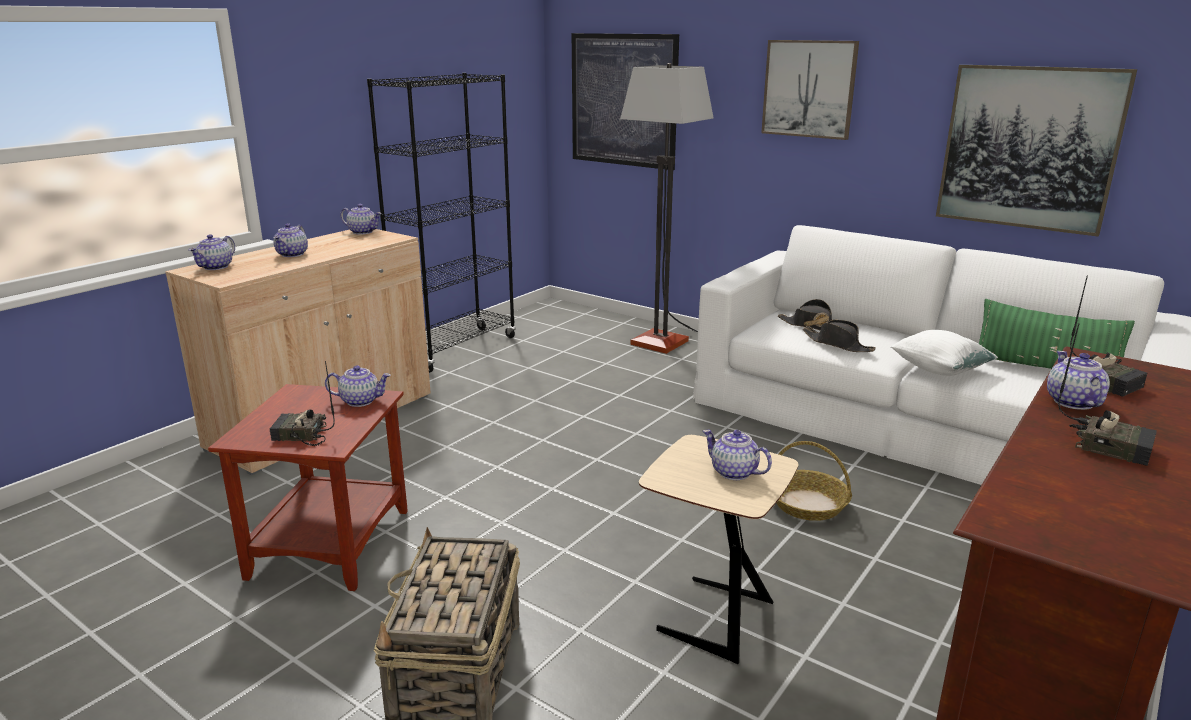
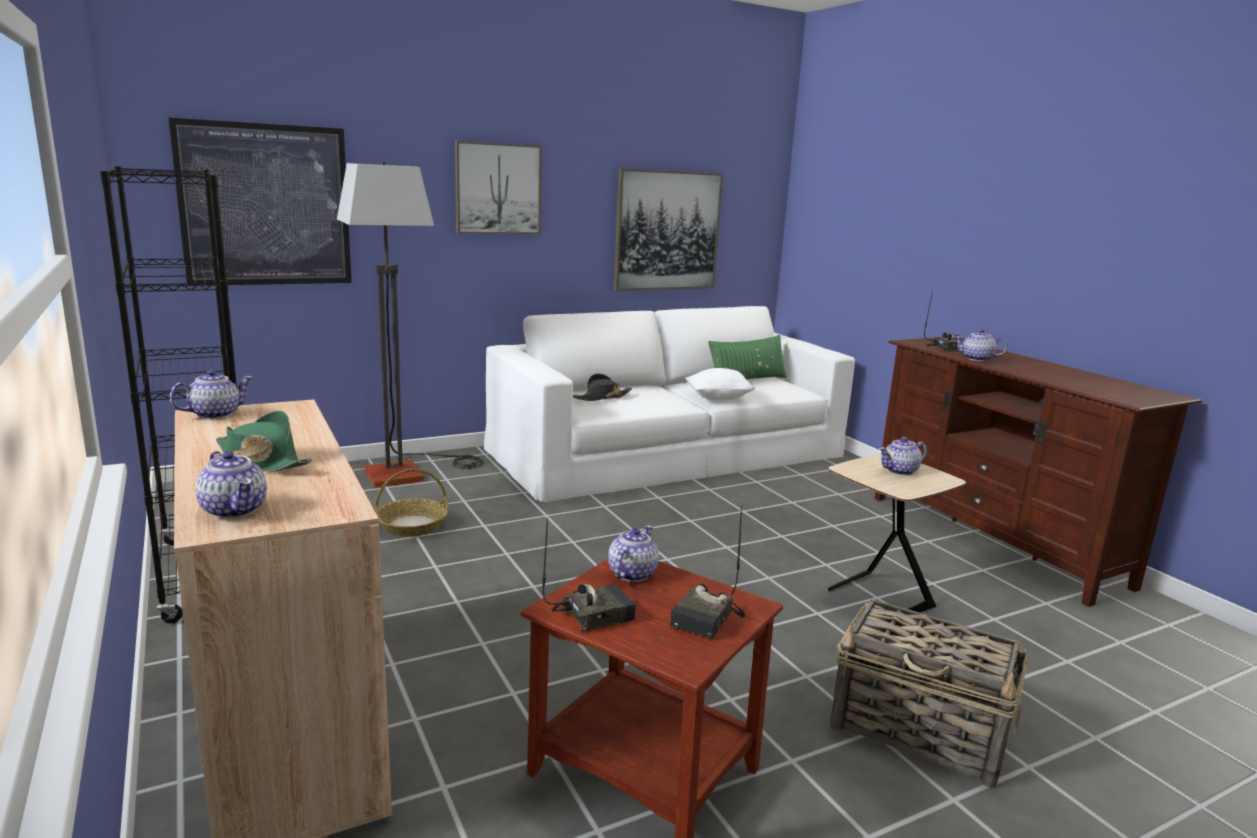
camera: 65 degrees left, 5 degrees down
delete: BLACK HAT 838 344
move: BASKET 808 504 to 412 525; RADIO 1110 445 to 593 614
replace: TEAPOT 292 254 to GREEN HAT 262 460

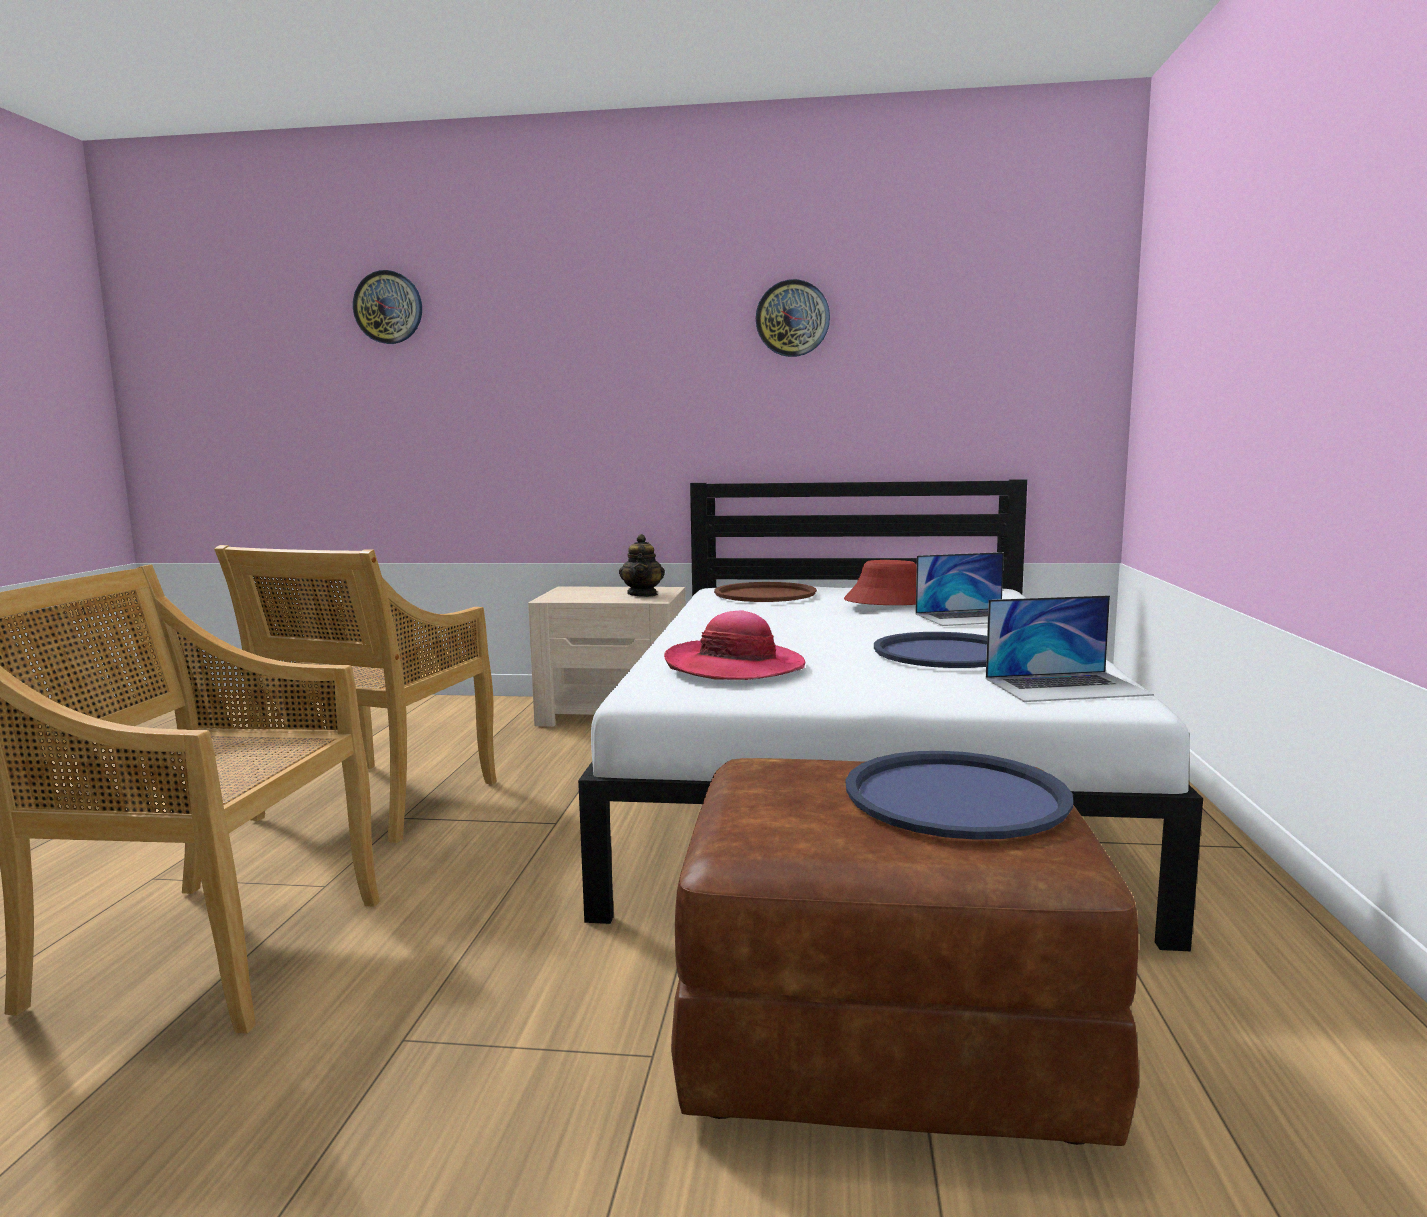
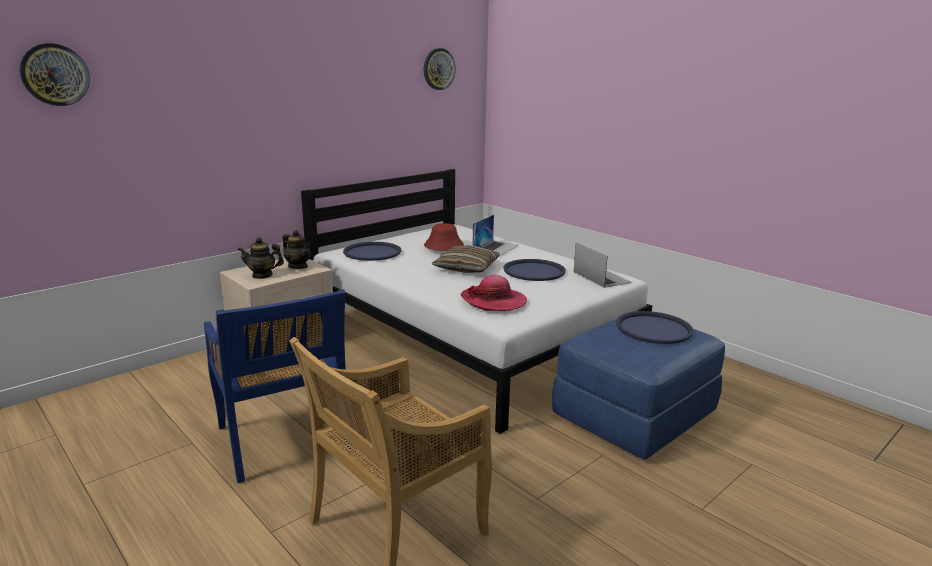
camera: 50 degrees left, 10 degrees up
insert: TEAPOT 262 275; PILLOW 467 268
move: WALL CLOCK 792 318 to 438 69
recolor: BEIGE CHAIR 376 802 to BLUE CHAIR 284 440; BROWN OTTOMAN 888 1033 to BLUE OTTOMAN 634 414; BROWN TRAY 765 594 to BLUE TRAY 372 252
rotate: LAPTOP 1066 686 = 601 277 60 degrees counterclockwise

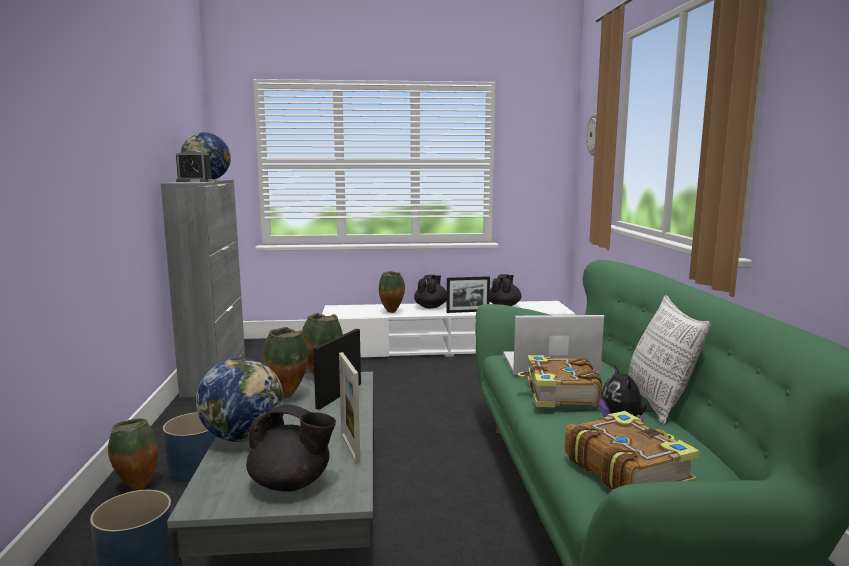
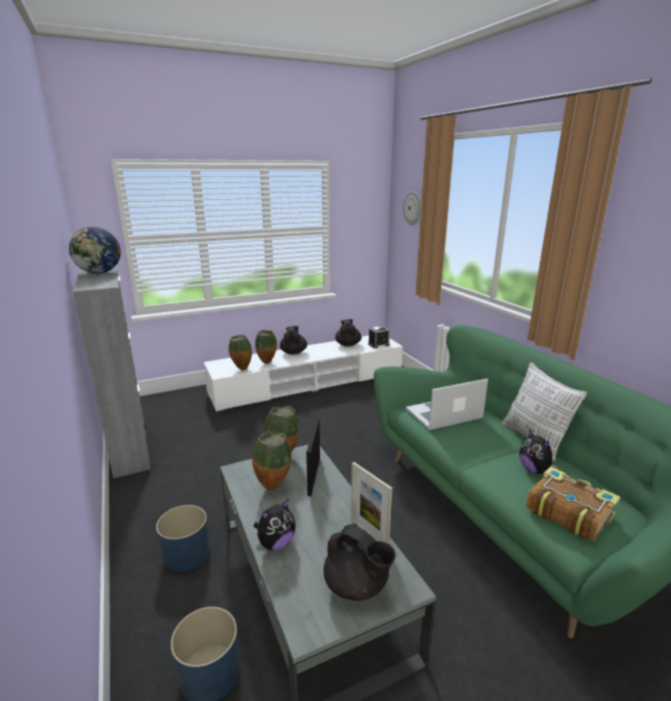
camera: 20 degrees left, 10 degrees up
delete: PICTURE FRAME 467 311; BOOK 559 394
move: VASE 136 487 to 241 369; ALARM CLOCK 195 181 to 378 344
replace: GLOBE 243 437 to PLUSH TOY 276 543
rotate: BLACK TEAPOT 291 484 = 357 586 45 degrees clockwise

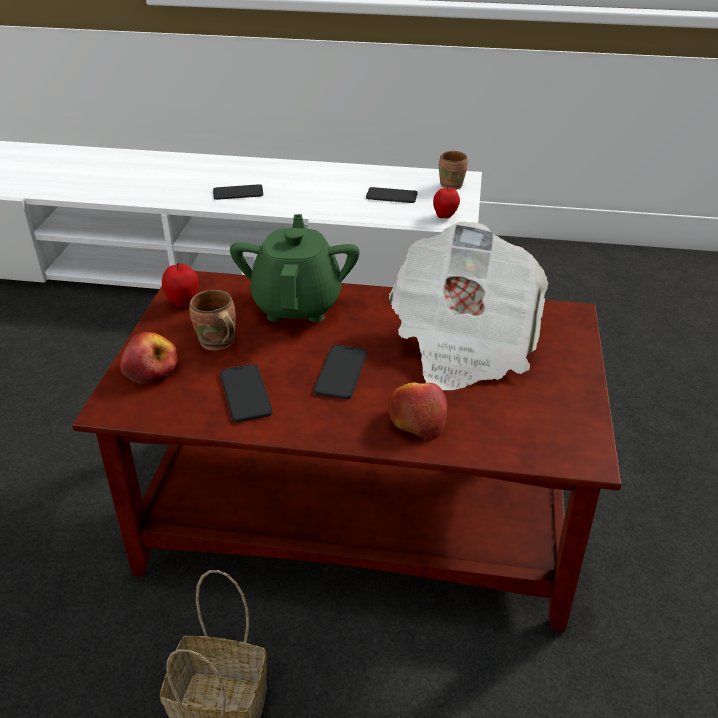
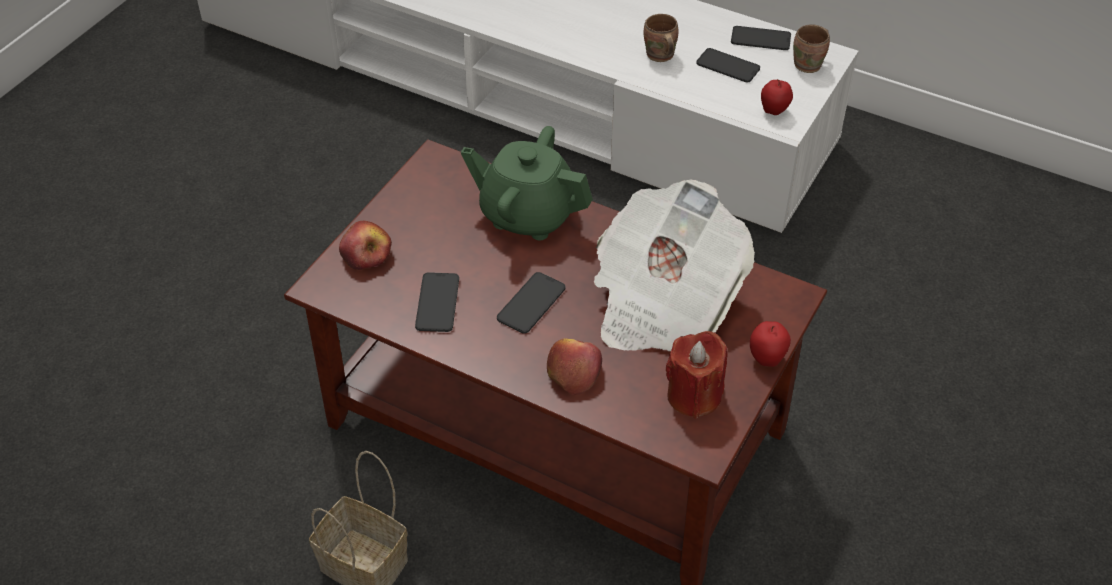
camera: 20 degrees right, 10 degrees up
insert: RED CANDLE 694 395
move: APPLE 183 302 to 766 358; BROWN MUG 217 344 to 659 56; PHONE 238 193 to 760 39
rotate: GREEN TEAPOT 298 304 = 527 214 90 degrees counterclockwise

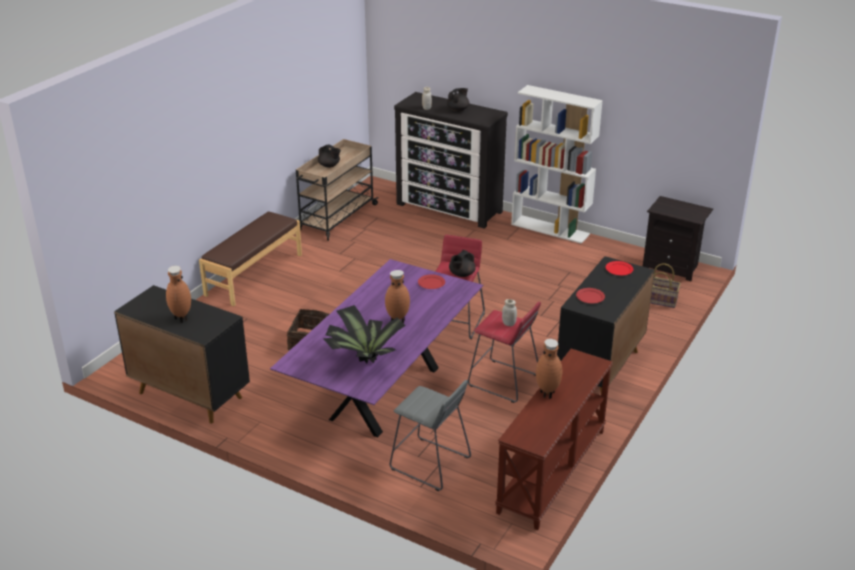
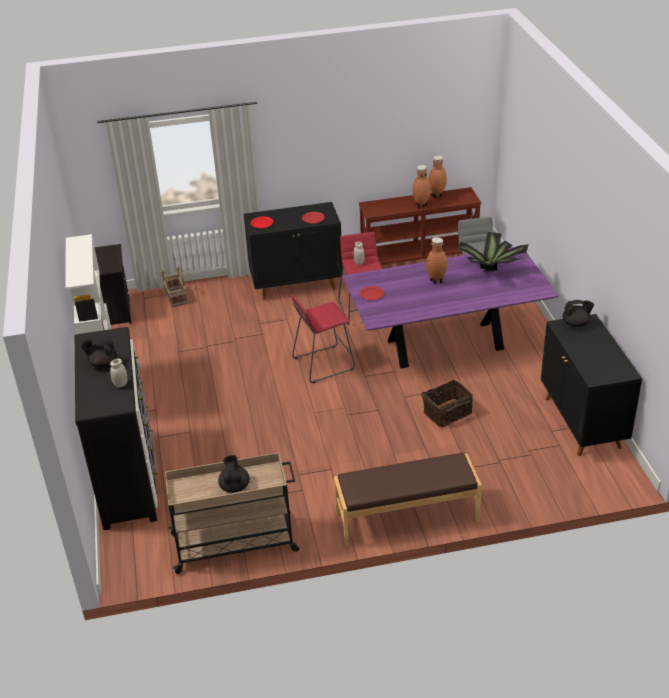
camera: 130 degrees left, 5 degrees up
move: BROWN VASE 181 318 to 437 196; BLACK TEAPOT 461 274 to 576 323

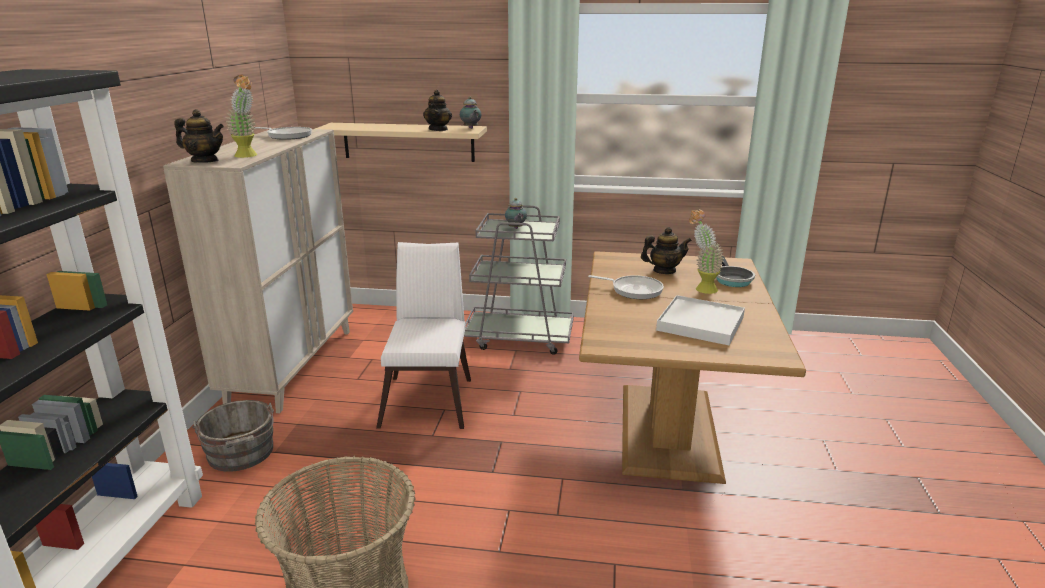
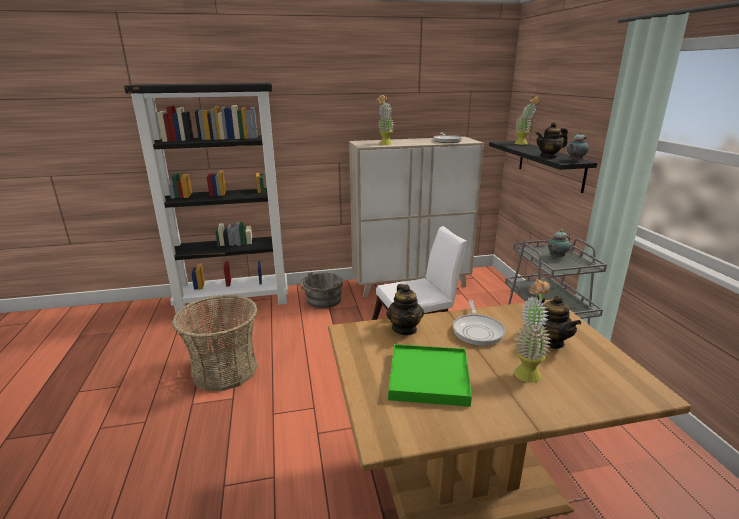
camera: 70 degrees right, 0 degrees up
delete: FRYING PAN 731 279
insert: POTTED PLANT 523 144
move: TEAPOT 205 161 to 405 329
recolor: BEIGE SHELF 408 142 to BLACK SHELF 550 165; WHITE TRAY 700 323 to GREEN TRAY 429 378

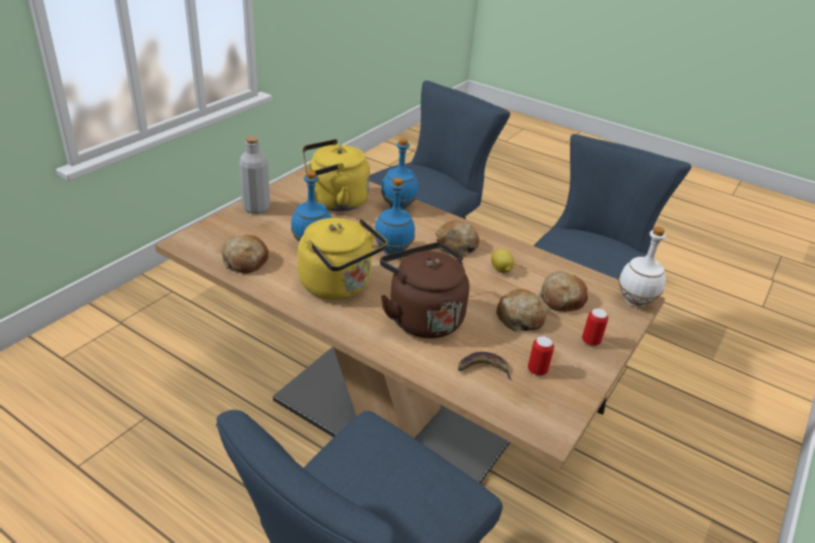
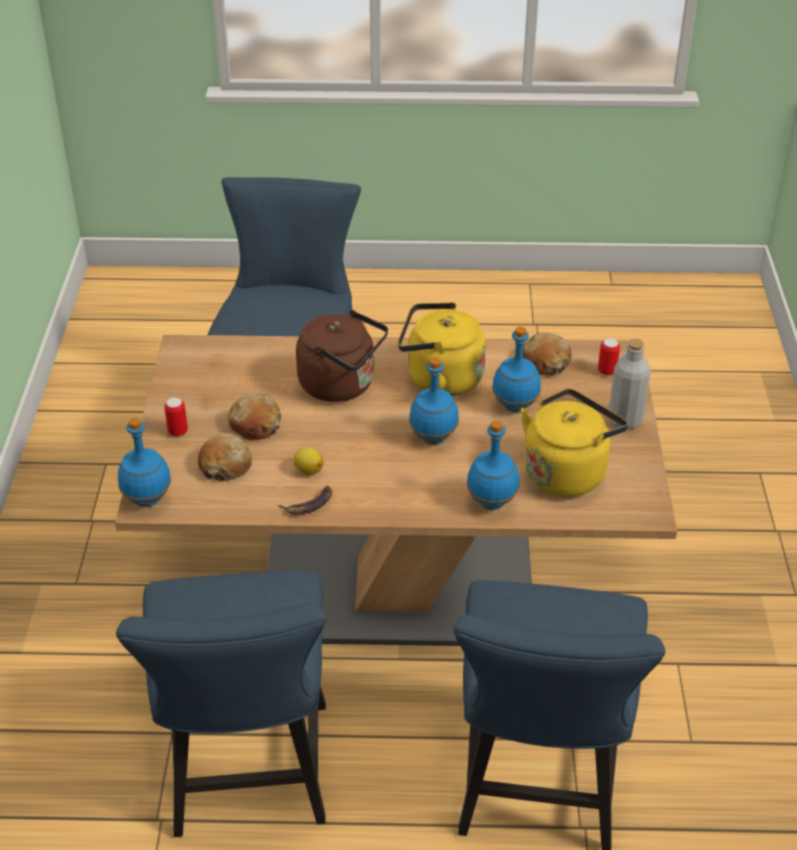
camera: 150 degrees right, 5 degrees up
delete: BREAD 456 245
move: BANANA 483 369 to 309 504; CAN 537 370 to 607 371
recolor: WHITE BOTTLE 635 301 to BLUE BOTTLE 146 500

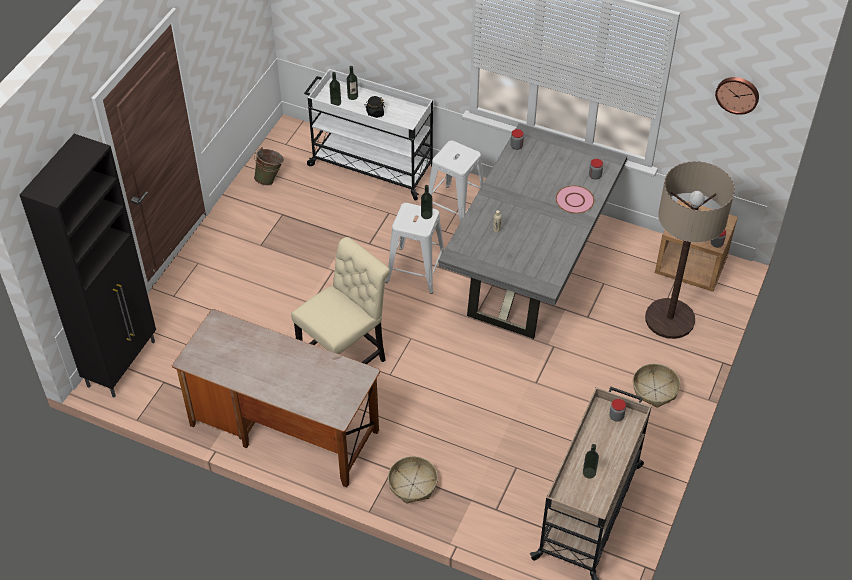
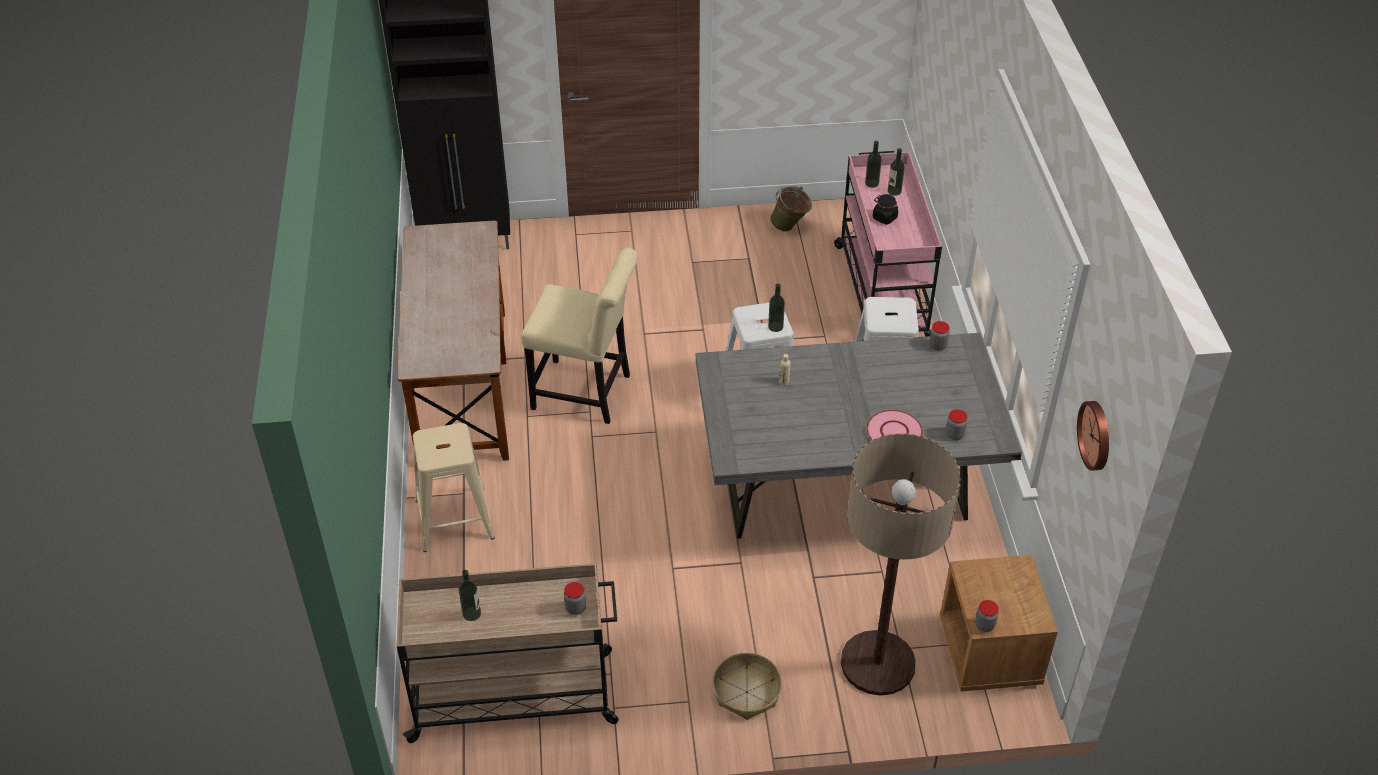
camera: 60 degrees right, 5 degrees down
replace: BASKET 412 484 to BEIGE STOOL 454 518
recolor: WHITE CART 371 166 to PINK CART 882 292

